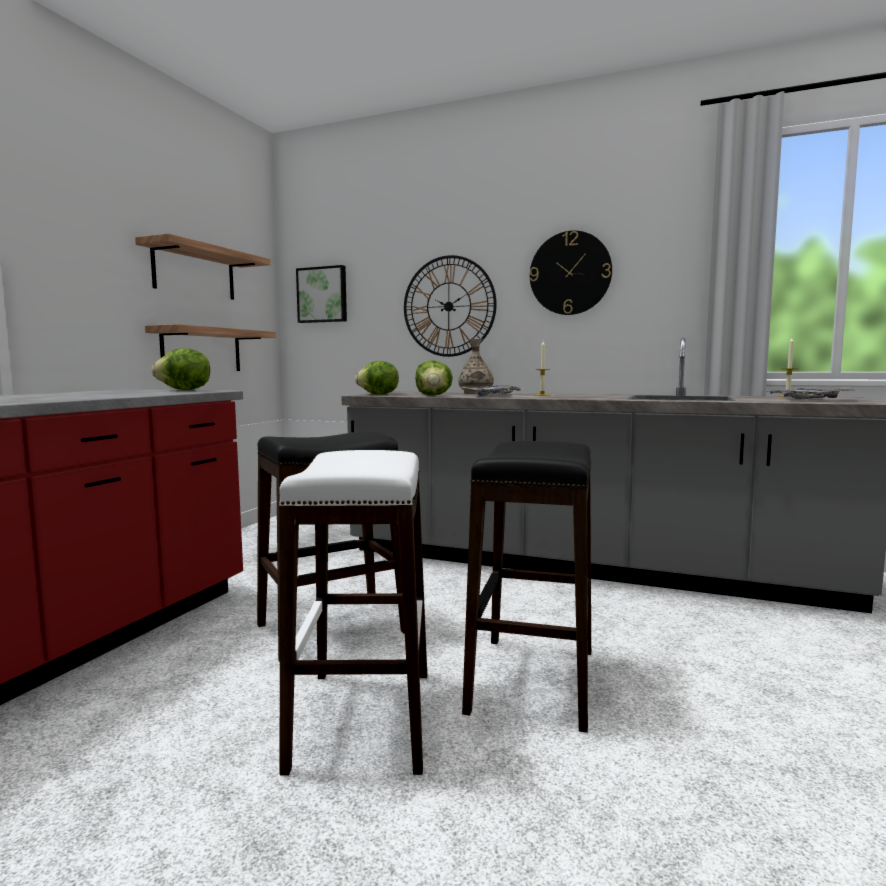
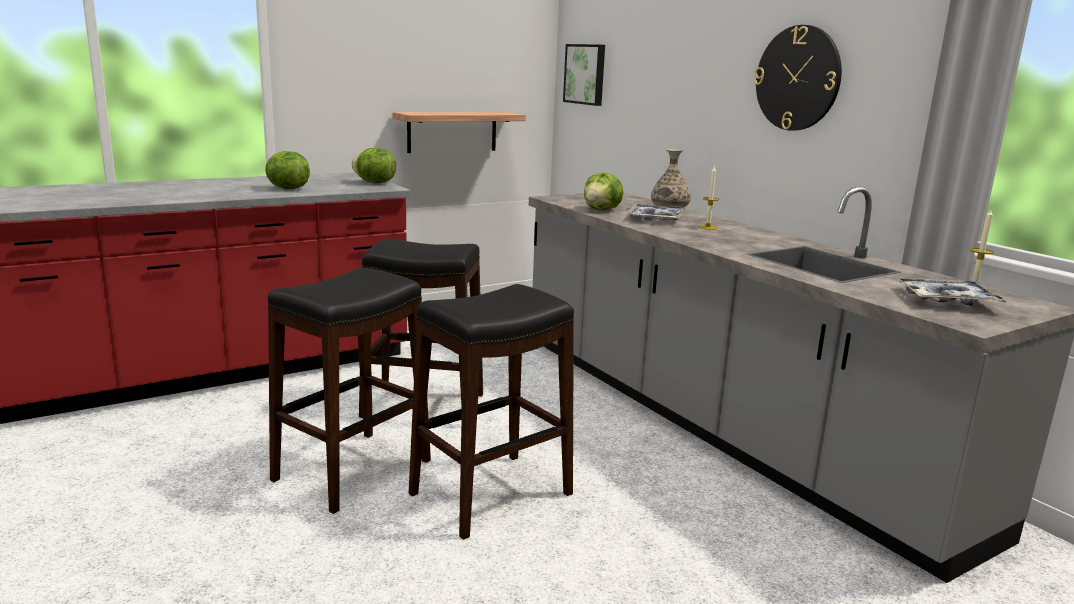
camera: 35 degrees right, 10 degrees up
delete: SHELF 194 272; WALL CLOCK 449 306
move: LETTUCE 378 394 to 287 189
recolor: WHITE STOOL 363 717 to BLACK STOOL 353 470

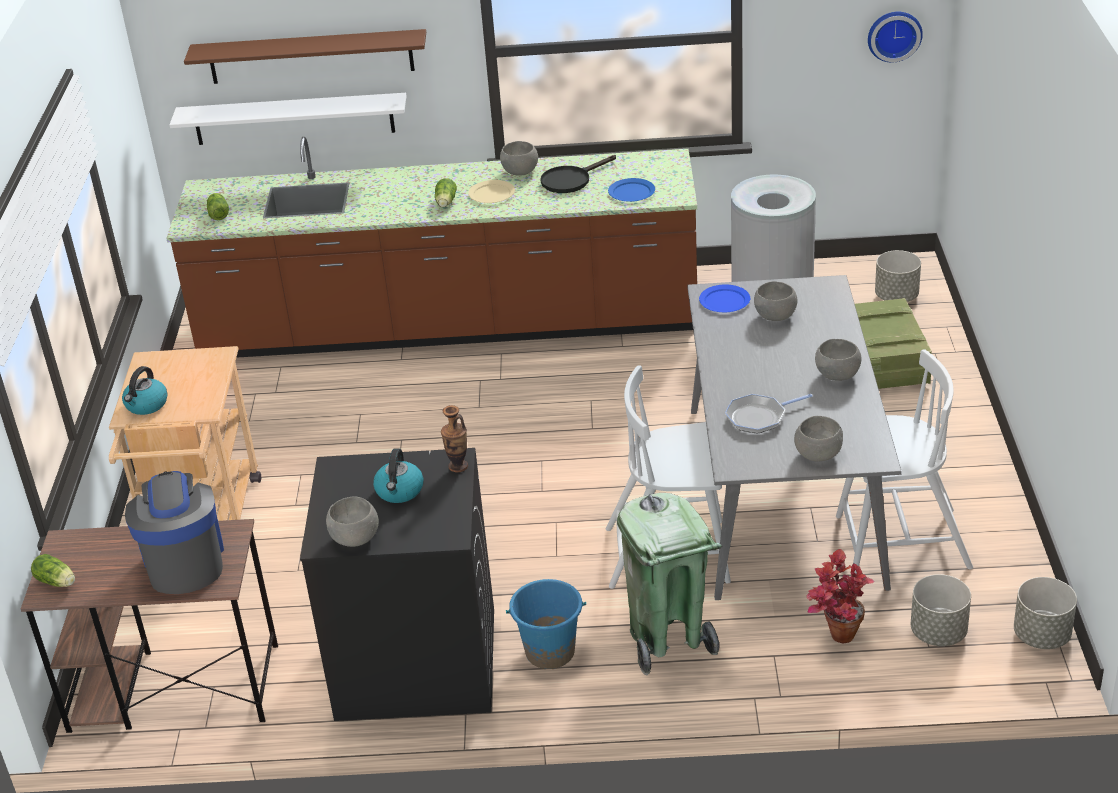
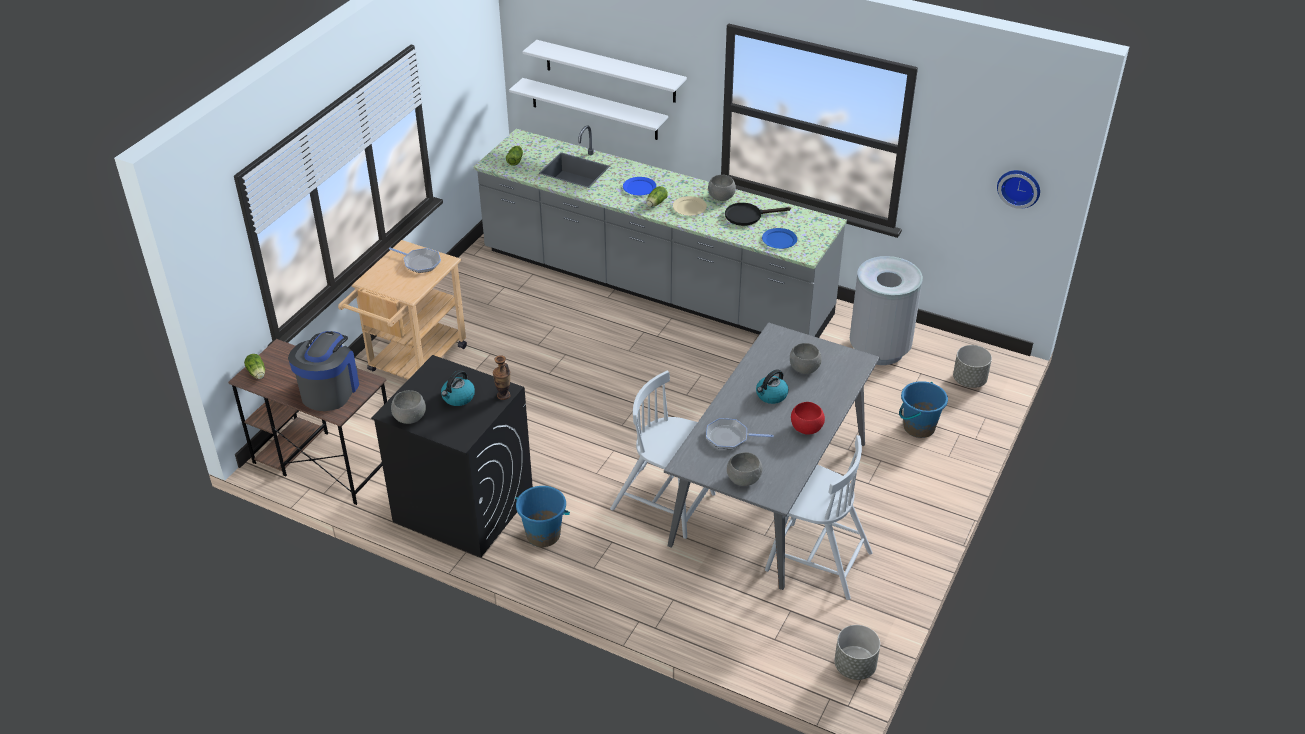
camera: 25 degrees right, 5 degrees up
delete: GREEN TRASH CAN 668 639; POTTED PLANT 834 639; GREY PLANTER 938 633
insert: FRYING PAN 420 263
move: KETTLE 146 405 to 771 395; BLUE PLATE 725 301 to 639 188
replace: CRATE 886 363 to BLUE BUCKET 918 427
recolor: BROWN COUNTER 449 326 to GREY COUNTER 654 285; BROWN SHELF 311 56 to WHITE SHELF 610 71; GREY BOWL 837 375 to RED BOWL 806 429

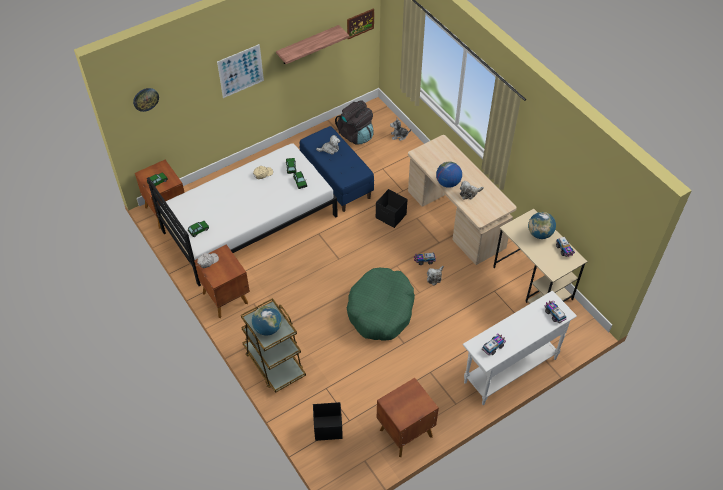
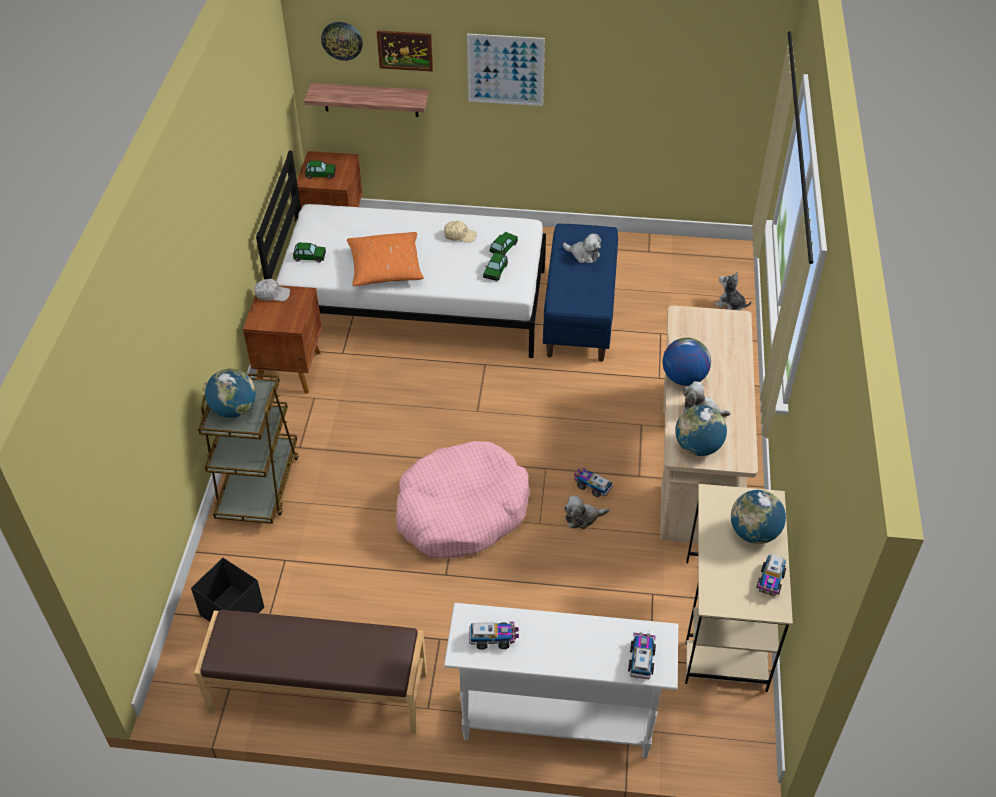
camera: 40 degrees right, 5 degrees down
delete: BLACK BACKPACK 356 135; BLACK STORAGE BOX 391 216
insert: ORANGE PILLOW 385 268; GLOBE 698 447
move: SHELF 308 45 to 370 100; PICTURE 360 23 to 405 50
replace: BROWN NIGHTSTAND 405 432 to BROWN BENCH 318 693
recolor: GREEN DOG BED 381 310 to PINK DOG BED 461 511

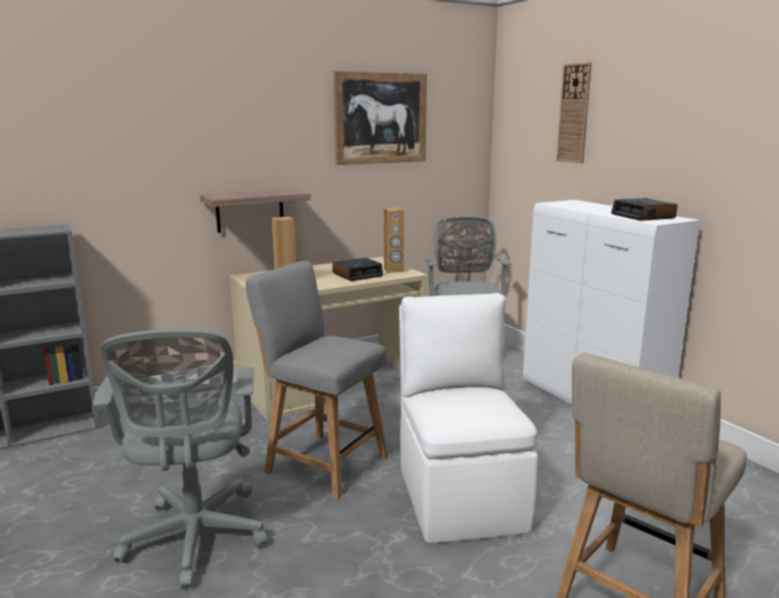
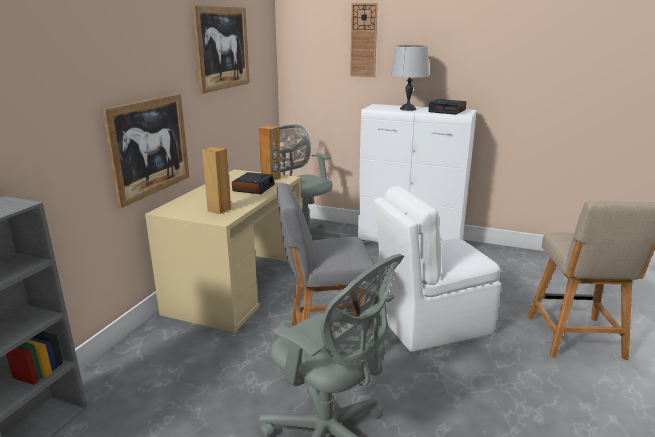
camera: 40 degrees left, 5 degrees up
insert: GREY TABLE LAMP 407 109
replace: SHELF 250 210 to PICTURE 149 147
rotate: WHITE CHAIR 460 495 = 431 324 60 degrees counterclockwise

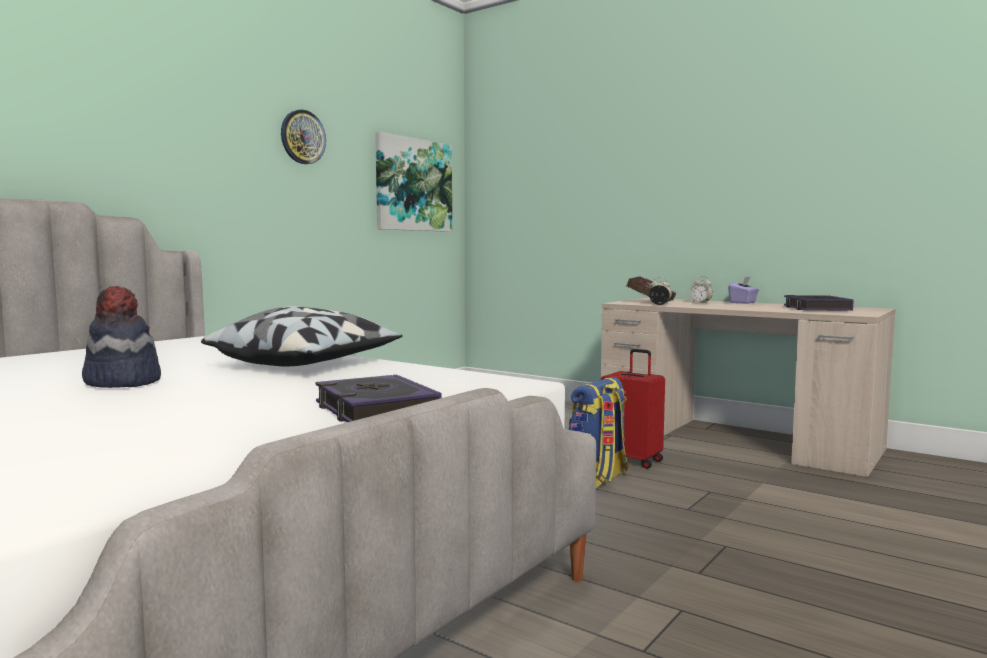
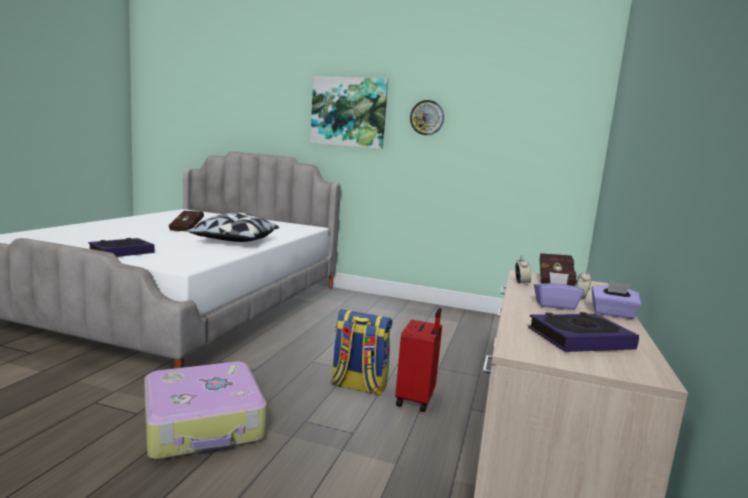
camera: 70 degrees right, 5 degrees up
insert: SUITCASE 204 424; PURPLE TISSUE BOX 555 305
move: PICTURE 413 185 to 348 112
replace: HAT 122 382 to RED BOOK 188 229

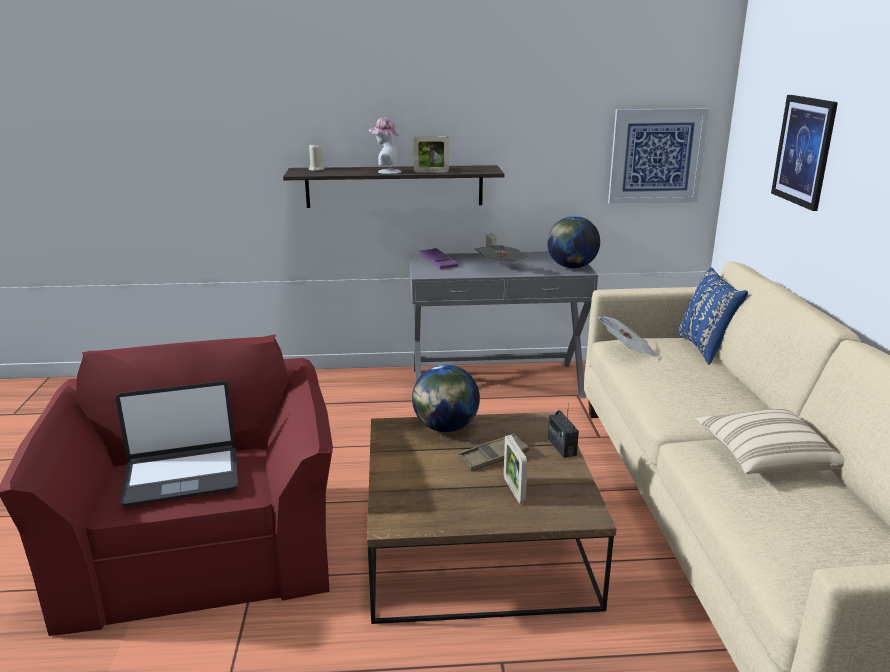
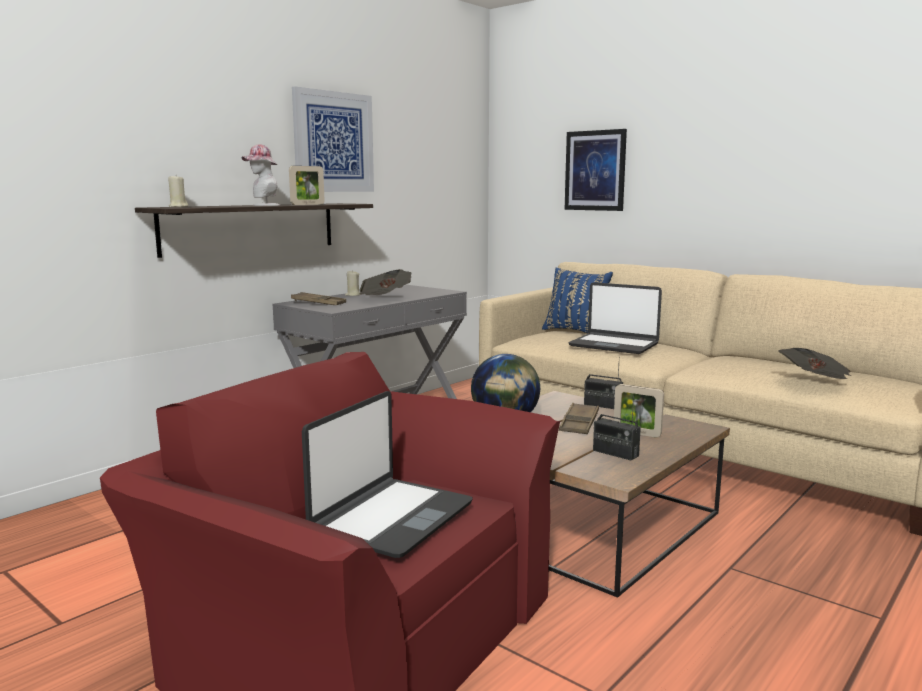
camera: 45 degrees left, 10 degrees down
delete: GLOBE 571 267; BEIGE PILLOW 764 460
insert: LAPTOP 614 345; RADIO 615 453
move: NEWSPAPER 627 352 to 815 382; PICTURE 656 156 to 333 142
recolor: PURPLE TRAY 438 262 to BROWN TRAY 318 303

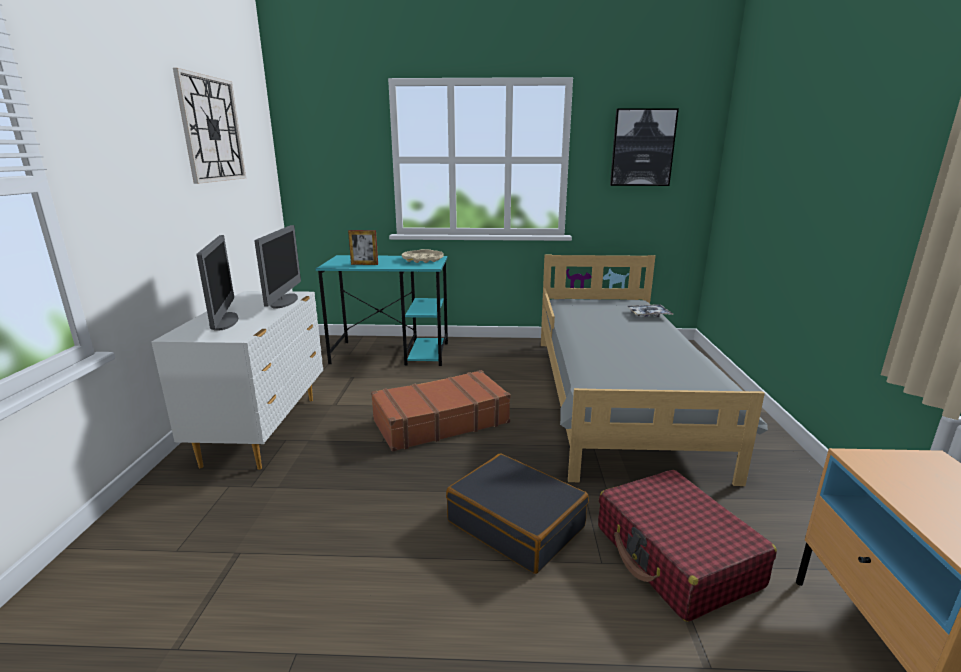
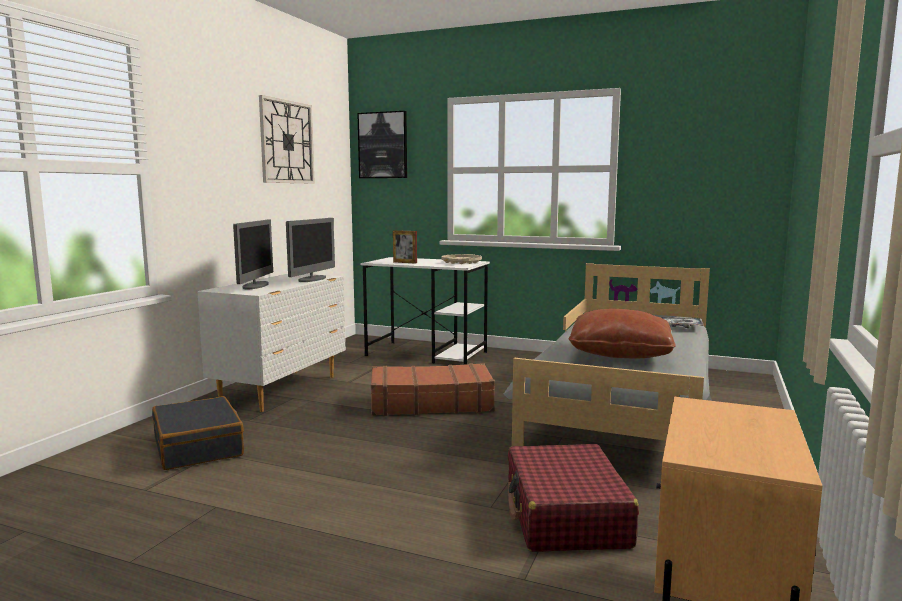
camera: 20 degrees right, 10 degrees down
insert: BROWN PILLOW 620 353
move: BLACK SUITCASE 516 524 to 199 446; PICTURE 642 148 to 383 145
recolor: TURQUOISE DESK 392 353 to WHITE DESK 427 354

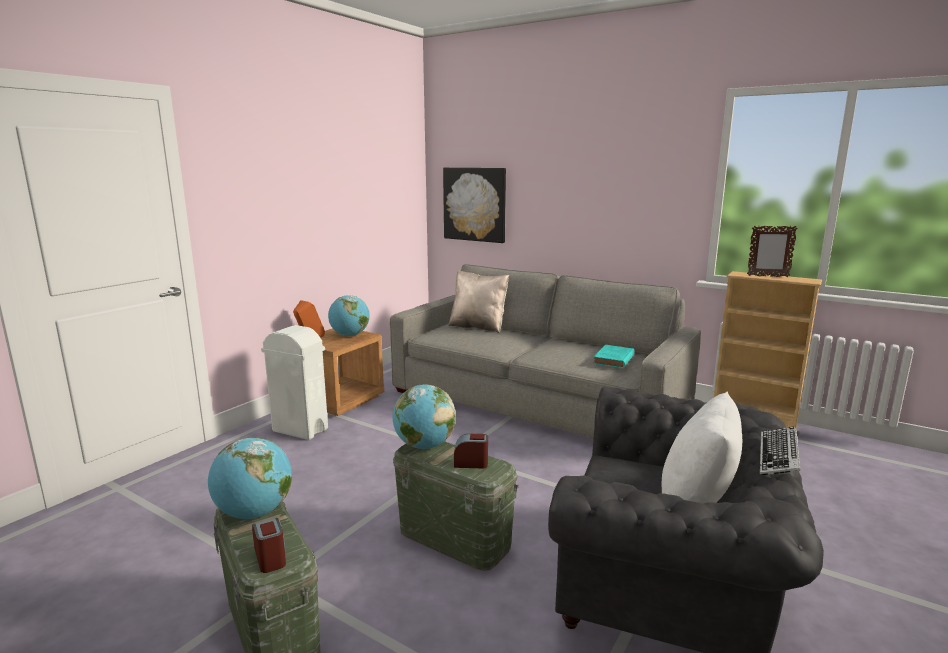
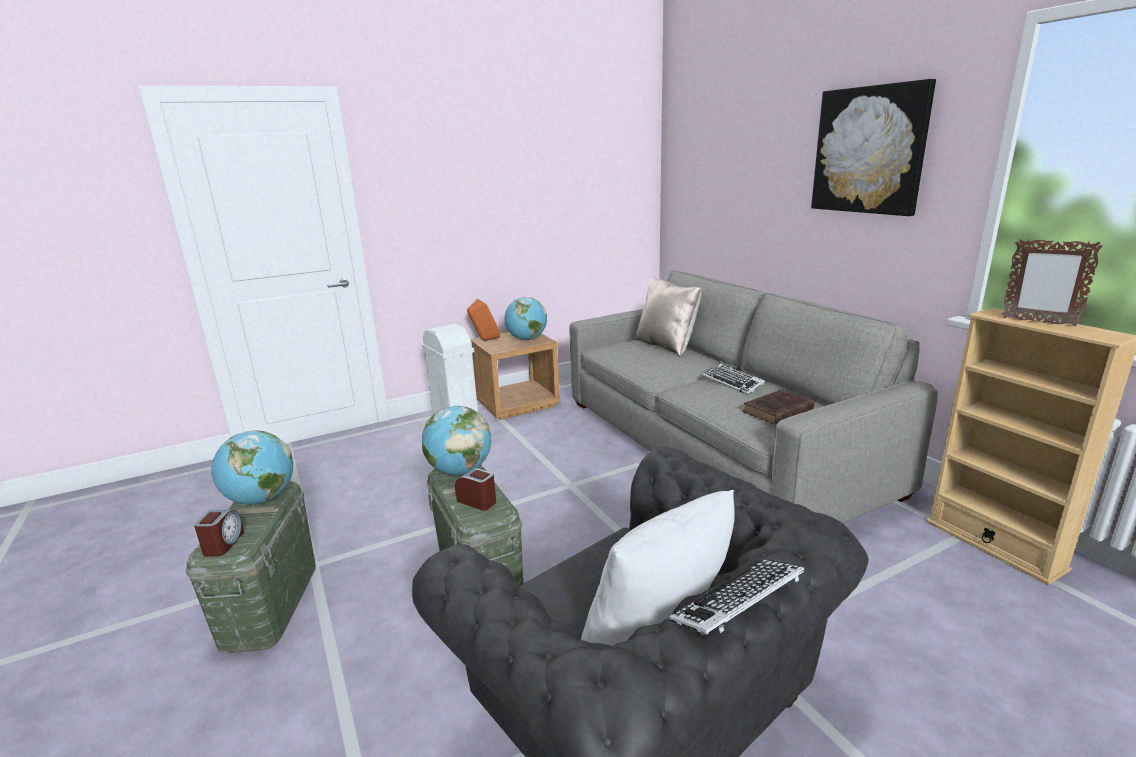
camera: 30 degrees right, 5 degrees up
insert: KEYBOARD 732 382
move: PICTURE 475 204 to 869 150
recolor: TURQUOISE BOOK 613 360 to BROWN BOOK 776 411

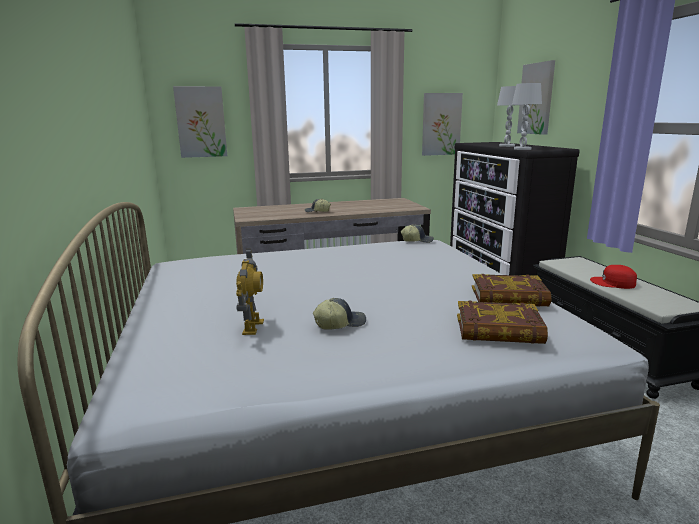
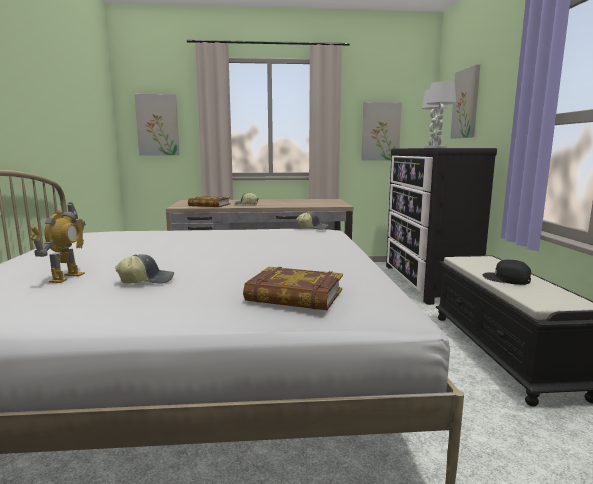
camera: 10 degrees right, 5 degrees down
move: BOOK 509 297 to 209 205
recolor: RED CAP 613 283 to BLACK CAP 506 279

